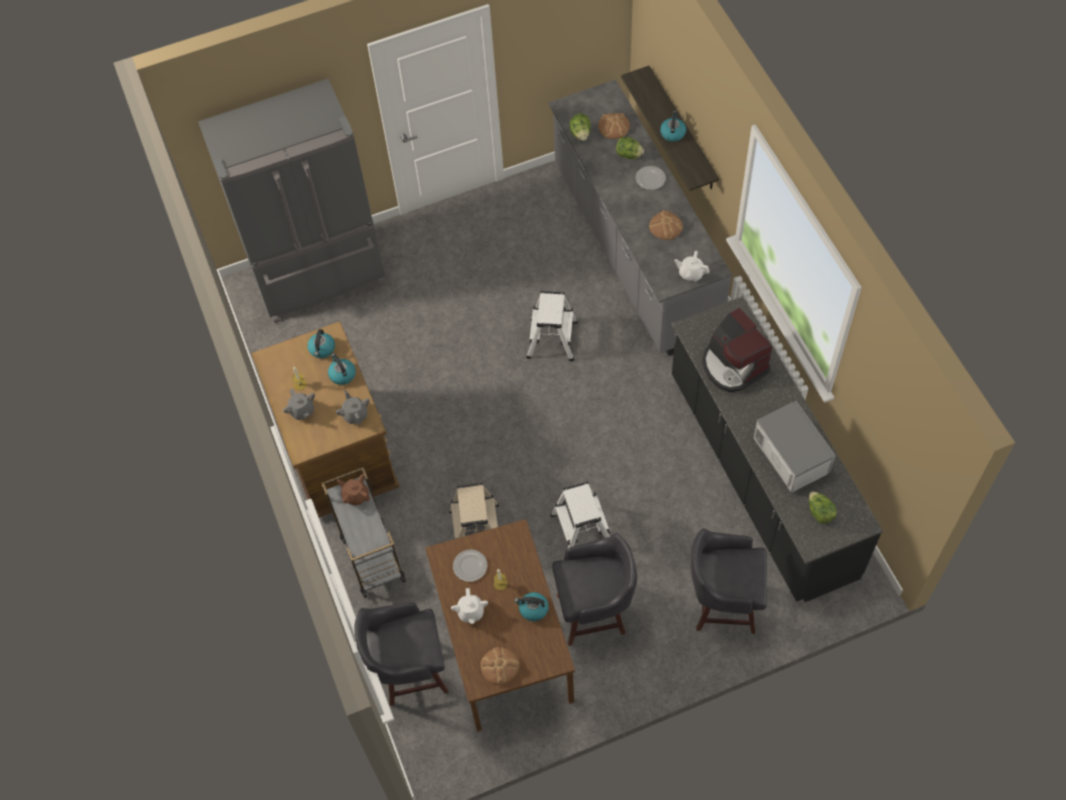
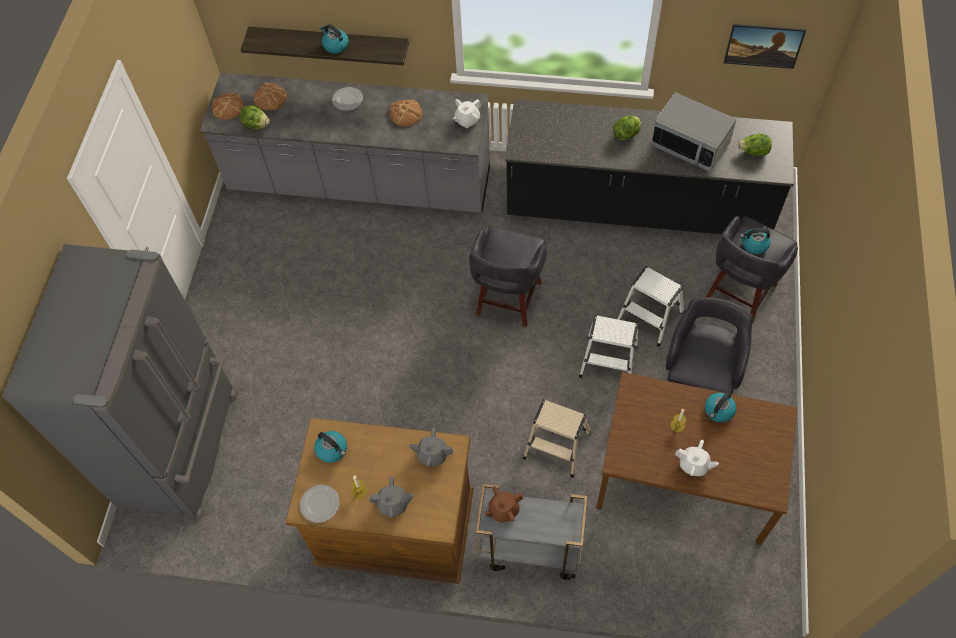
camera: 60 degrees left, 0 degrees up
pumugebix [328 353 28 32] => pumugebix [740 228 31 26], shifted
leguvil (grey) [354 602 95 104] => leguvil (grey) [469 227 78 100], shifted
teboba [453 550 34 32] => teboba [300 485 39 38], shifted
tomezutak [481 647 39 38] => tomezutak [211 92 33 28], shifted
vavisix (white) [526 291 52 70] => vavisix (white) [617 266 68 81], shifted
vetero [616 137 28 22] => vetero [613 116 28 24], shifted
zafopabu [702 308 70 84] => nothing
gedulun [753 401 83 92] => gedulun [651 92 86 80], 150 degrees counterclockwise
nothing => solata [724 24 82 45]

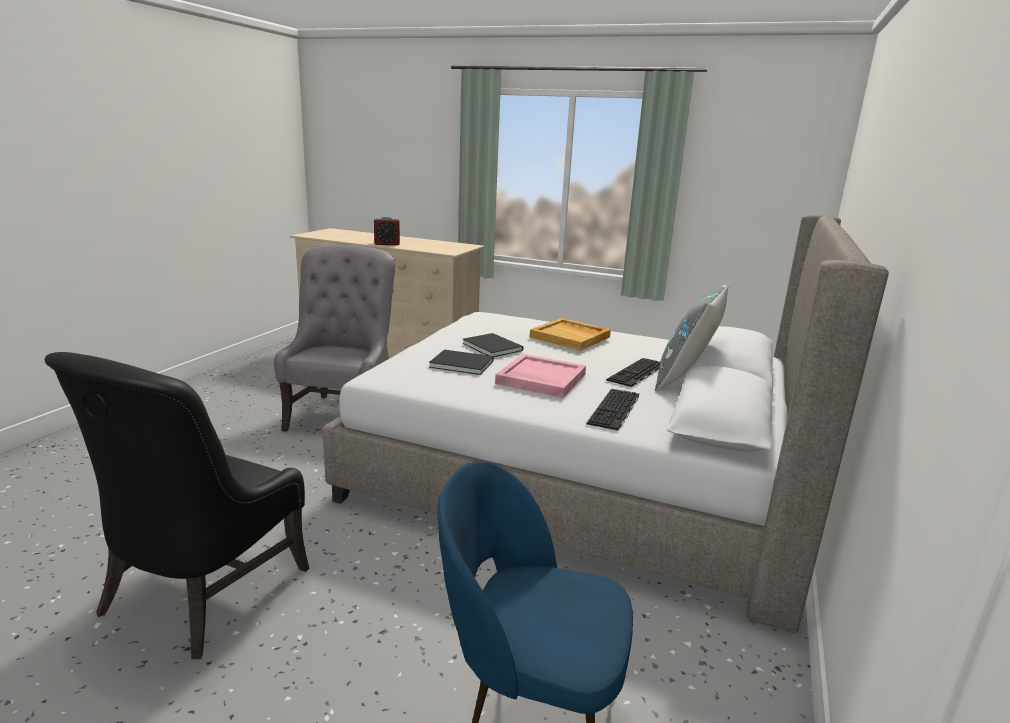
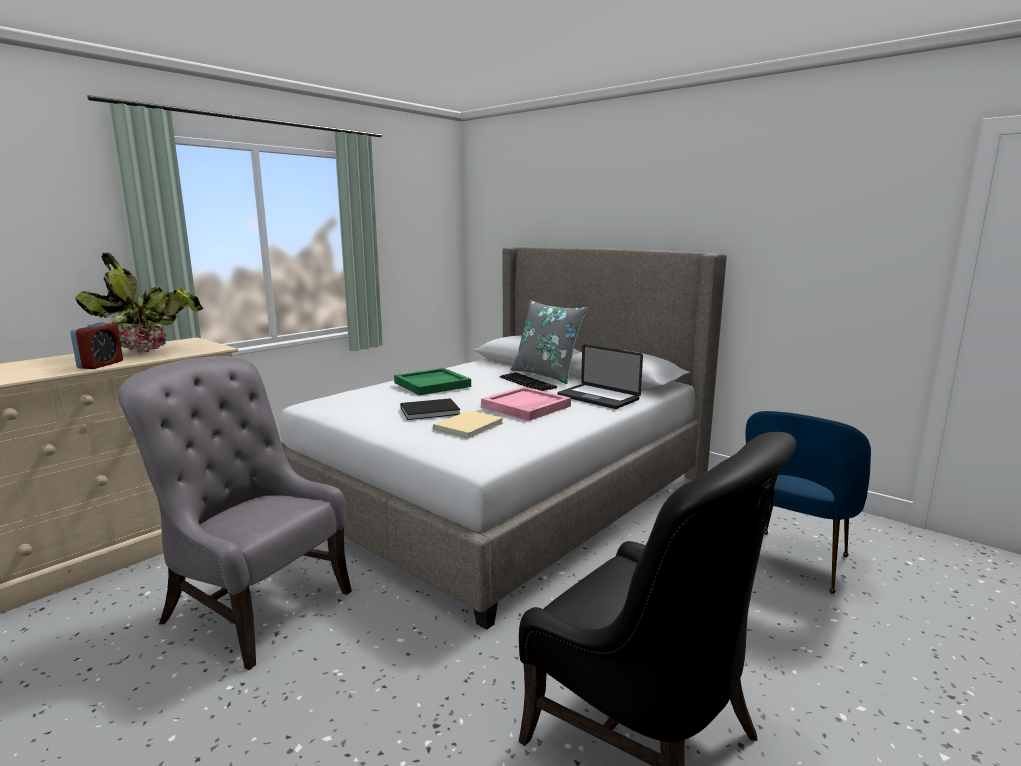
camera: 70 degrees left, 5 degrees down
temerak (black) [429 350 65 25] => temerak (beige) [433 410 70 29]
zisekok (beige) [530 318 81 33] => zisekok (green) [394 368 77 28]
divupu [586 389 53 42] => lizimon [558 344 85 65]
nothing => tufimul [75 252 128 101]

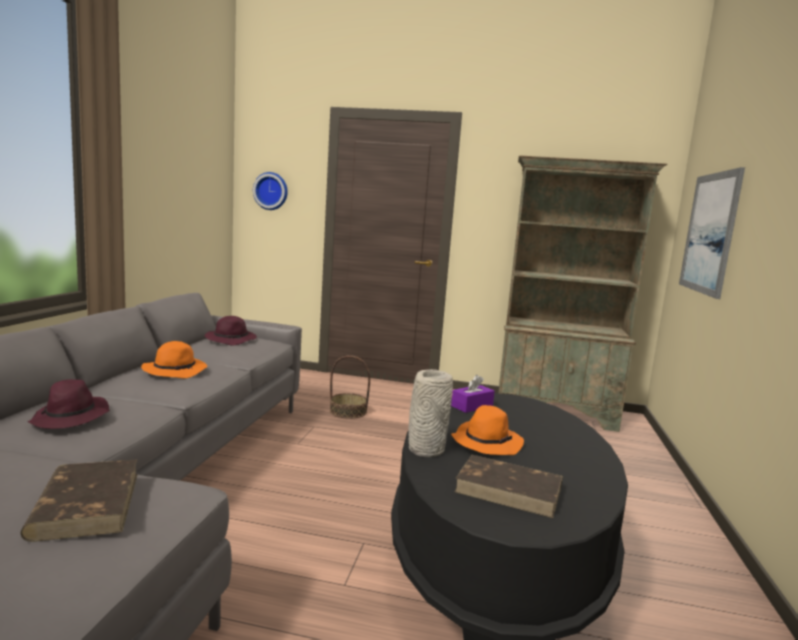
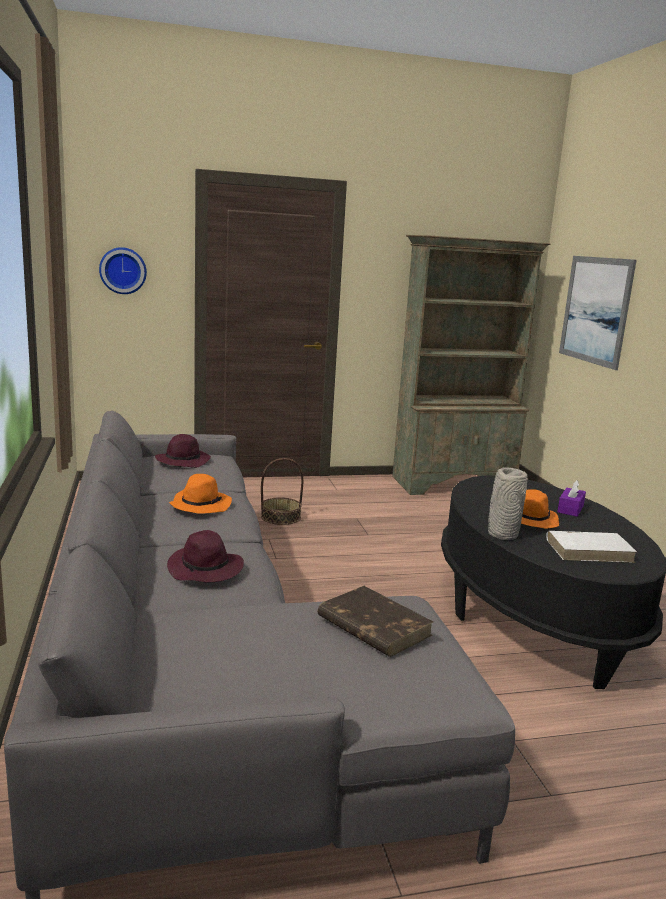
camera: 25 degrees left, 5 degrees up
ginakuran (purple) [451 375 44 38] => ginakuran (purple) [557 480 29 37], shifted
temerak (brown) [454 455 109 63] => temerak (white) [546 531 91 32]

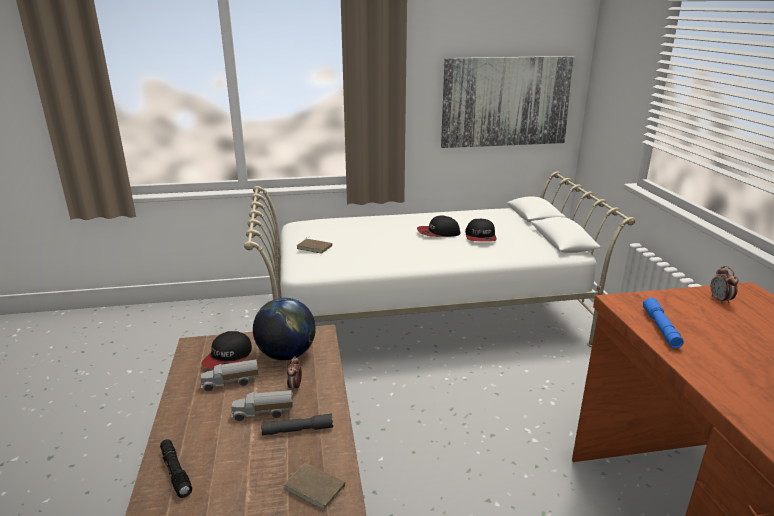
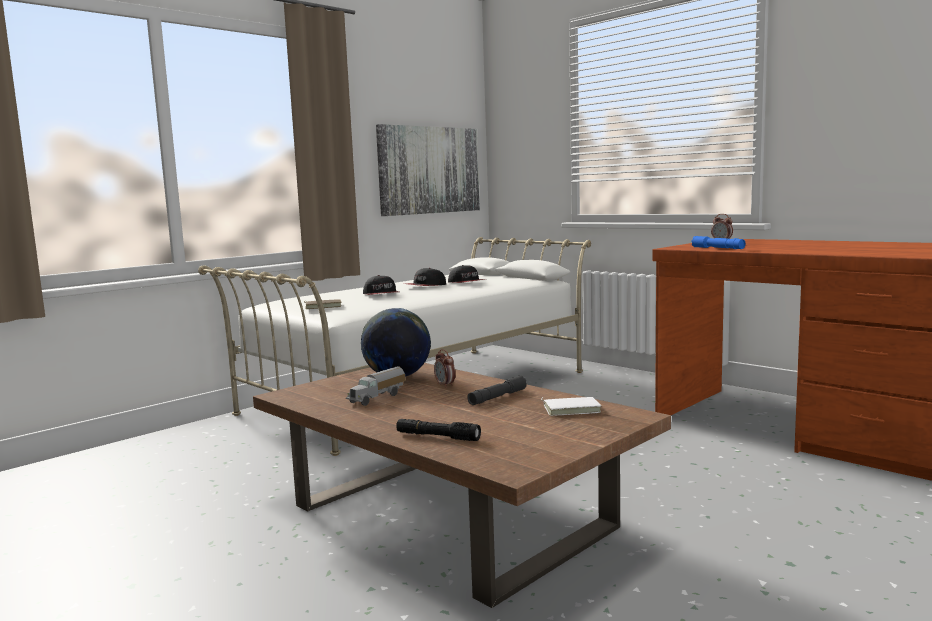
camera: 35 degrees left, 15 degrees down
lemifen [202 331 50 38] => lemifen [363 275 36 20], shifted
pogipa [231 390 62 31] => nothing
temerak (brown) [284 456 61 54] => temerak (white) [541 397 60 19]

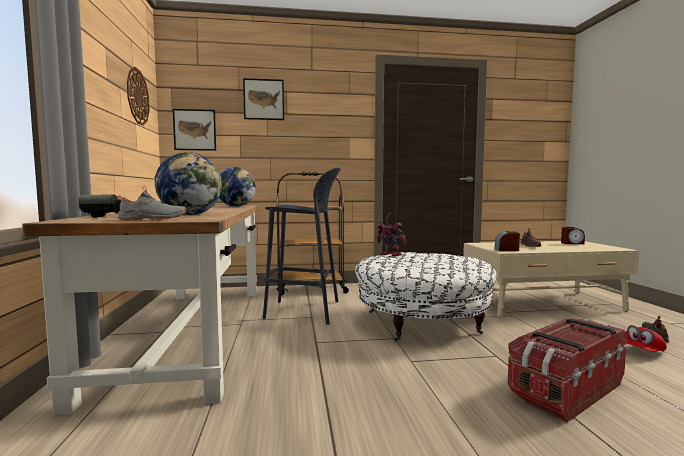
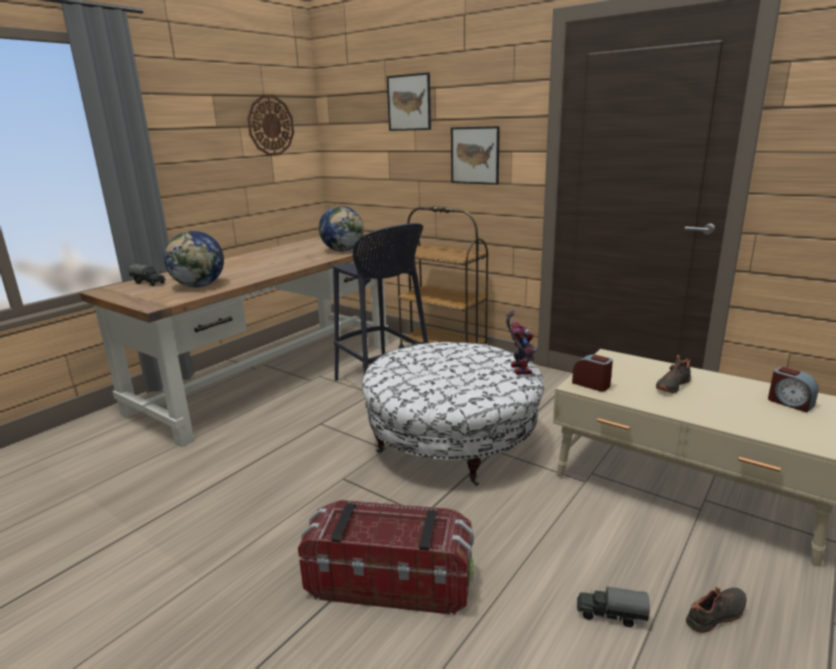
camera: 45 degrees right, 15 degrees up
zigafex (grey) [117 186 70 34] => nothing
solata [173 109 43 42] => solata [451 126 49 59], shifted
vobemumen [377 213 29 44] => vobemumen [506 310 32 65], shifted
lemifen (red) [626 325 41 27] => pogipa [577 586 73 41]

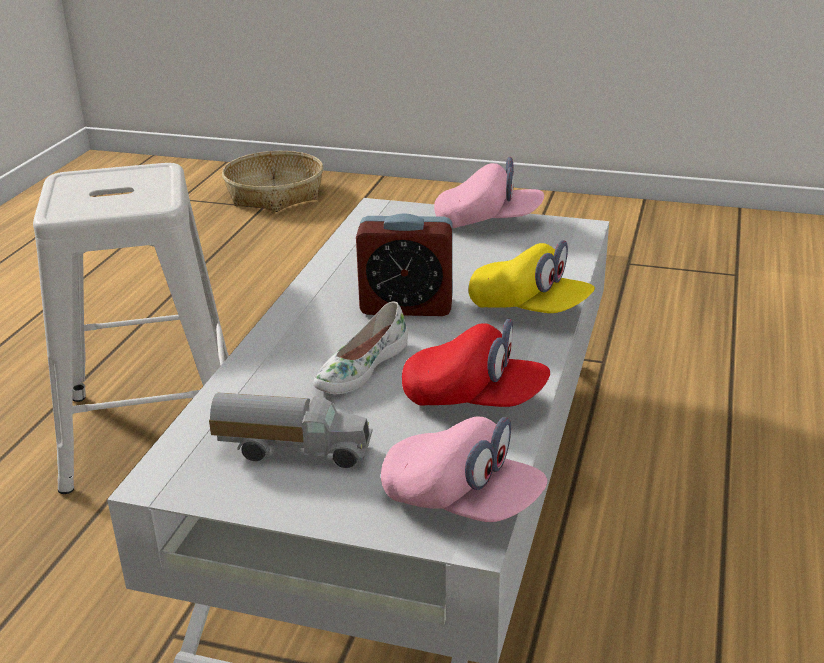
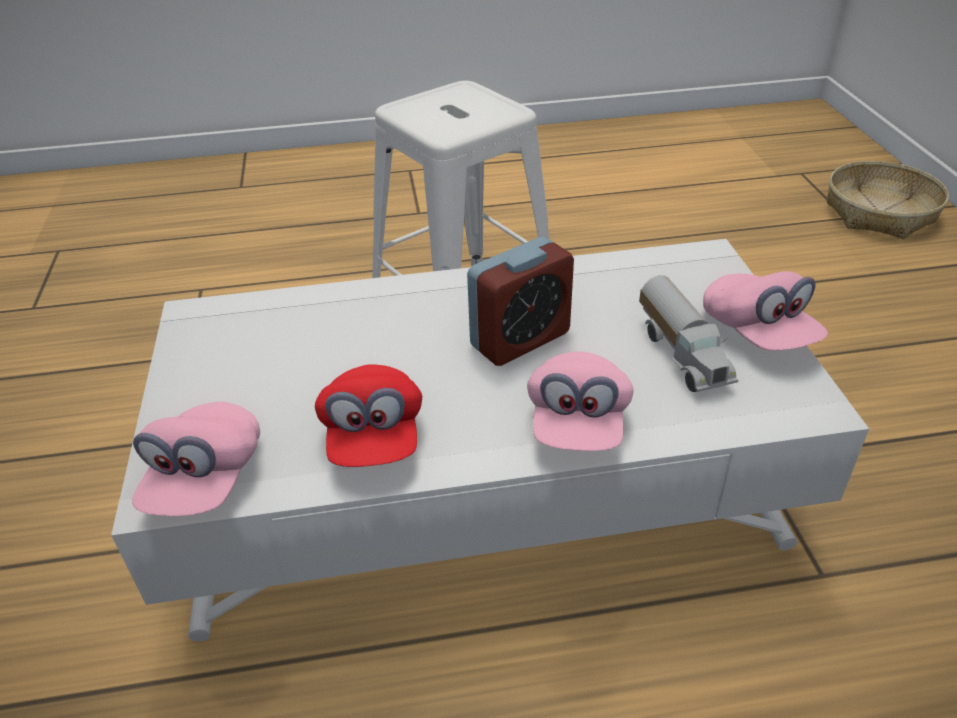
camera: 65 degrees right, 10 degrees up
pogipa [209 392 164 76] => pogipa [639 275 99 117], shifted
zigafex (white) [313 302 95 92] => nothing
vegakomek [356 213 97 103] => vegakomek [467 237 107 129], 105 degrees counterclockwise
lemifen (yellow) [469 240 126 73] => lemifen (pink) [527 351 107 100]

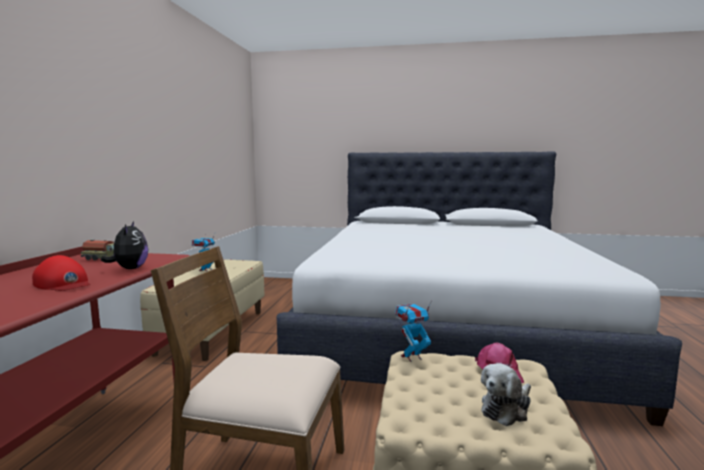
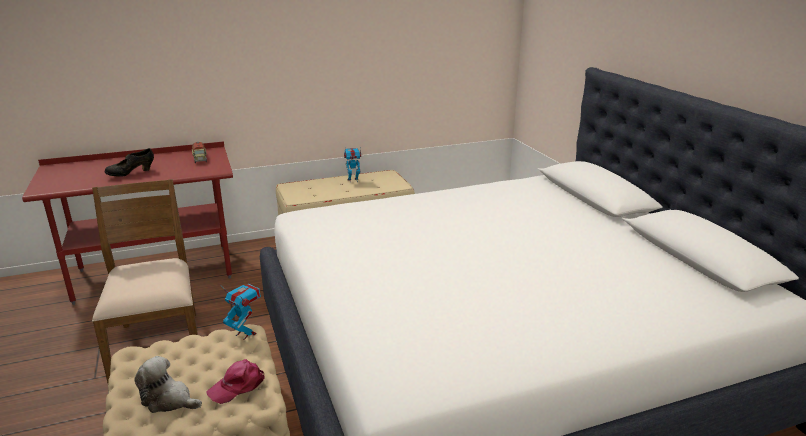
camera: 60 degrees right, 15 degrees up
lemifen (red) [32 255 58 36] => zigafex (black) [104 148 50 29]
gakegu [101 221 47 48] => nothing

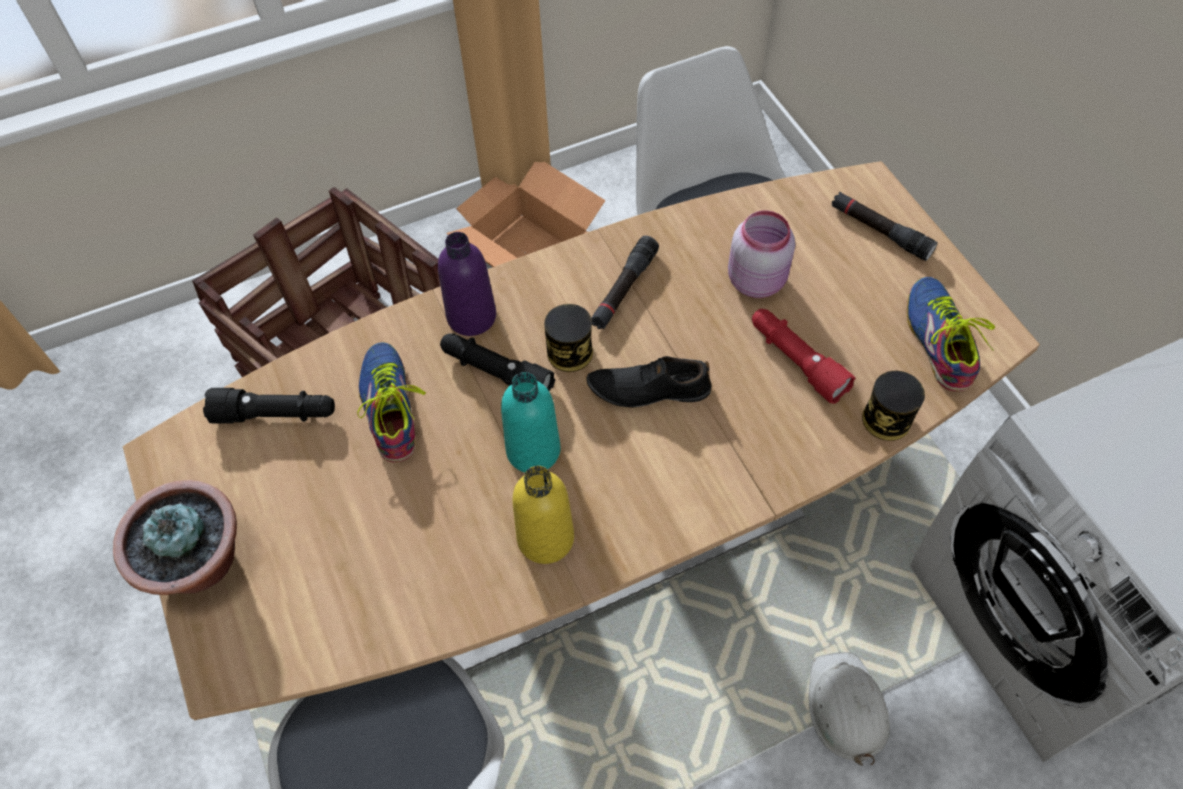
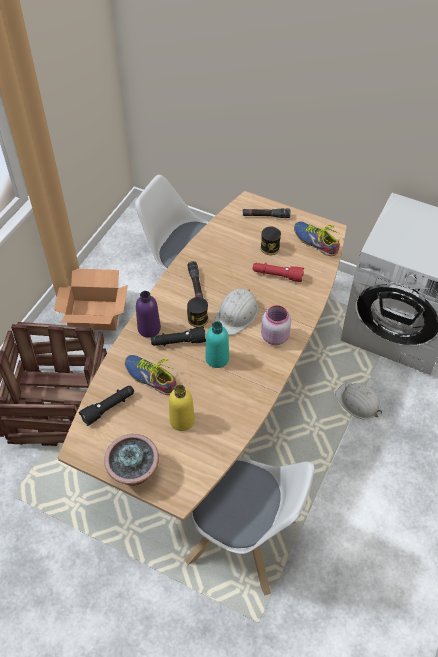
camera: 40 degrees left, 5 degrees down
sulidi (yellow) [512 466 62 98] => sulidi (yellow) [169 385 26 46], shifted
zigafex (black) [587 356 124 52] => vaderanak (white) [214 289 45 46]
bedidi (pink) [728 211 67 87] => bedidi (pink) [261 305 30 40], shifted
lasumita [862 371 63 70] => lasumita [261 227 20 28], shifted

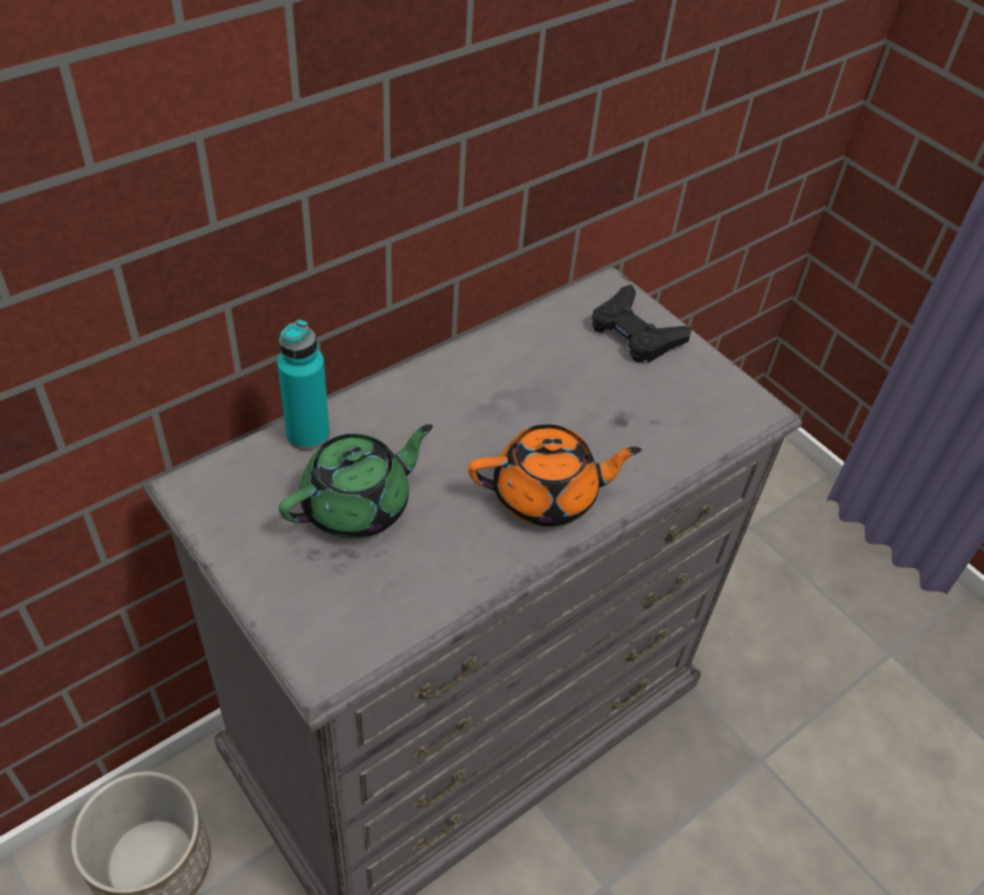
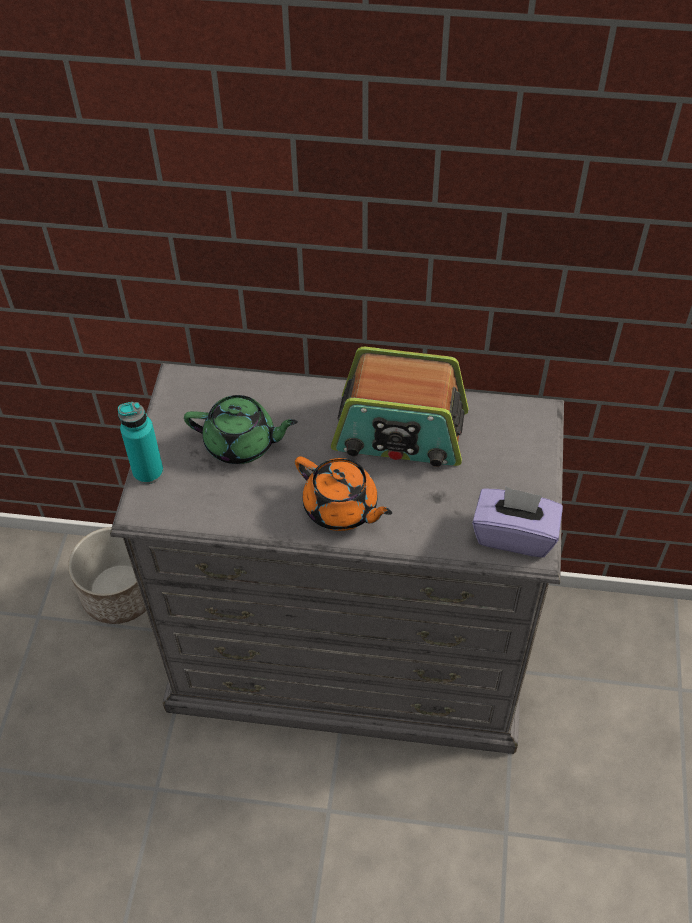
camera: 50 degrees right, 5 degrees up
sulidi (turquoise) [277 320 53 130] => sulidi (turquoise) [118 402 46 82], shifted
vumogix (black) [592 284 100 79] => nothing
nothing => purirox [331 347 138 120]
nothing => ginakuran (purple) [472 486 91 72]

